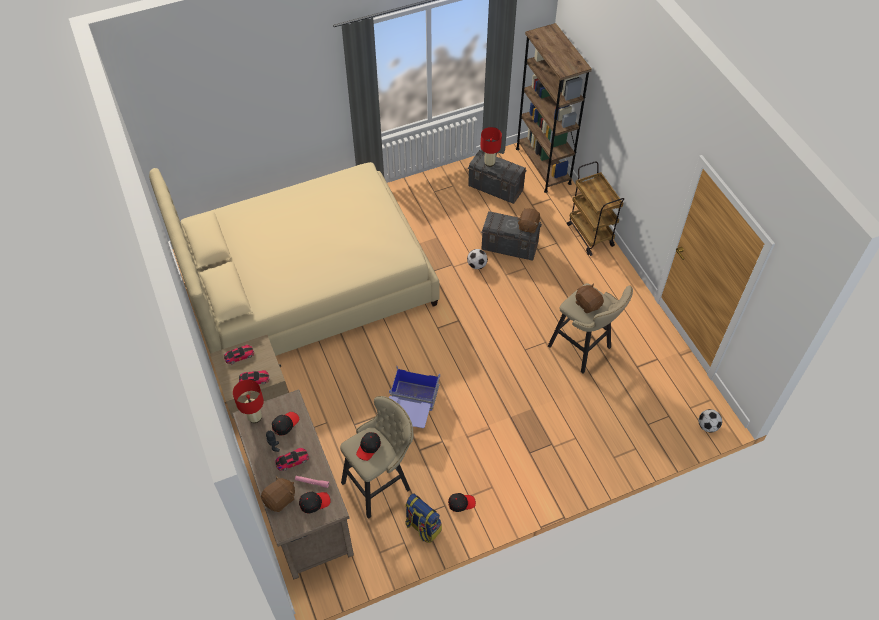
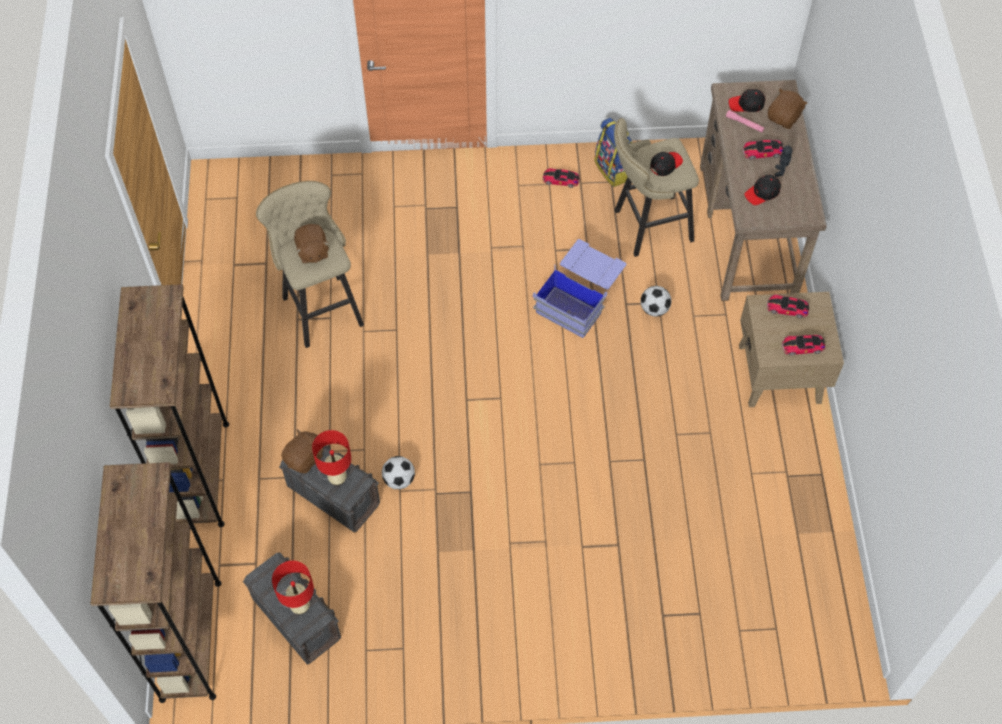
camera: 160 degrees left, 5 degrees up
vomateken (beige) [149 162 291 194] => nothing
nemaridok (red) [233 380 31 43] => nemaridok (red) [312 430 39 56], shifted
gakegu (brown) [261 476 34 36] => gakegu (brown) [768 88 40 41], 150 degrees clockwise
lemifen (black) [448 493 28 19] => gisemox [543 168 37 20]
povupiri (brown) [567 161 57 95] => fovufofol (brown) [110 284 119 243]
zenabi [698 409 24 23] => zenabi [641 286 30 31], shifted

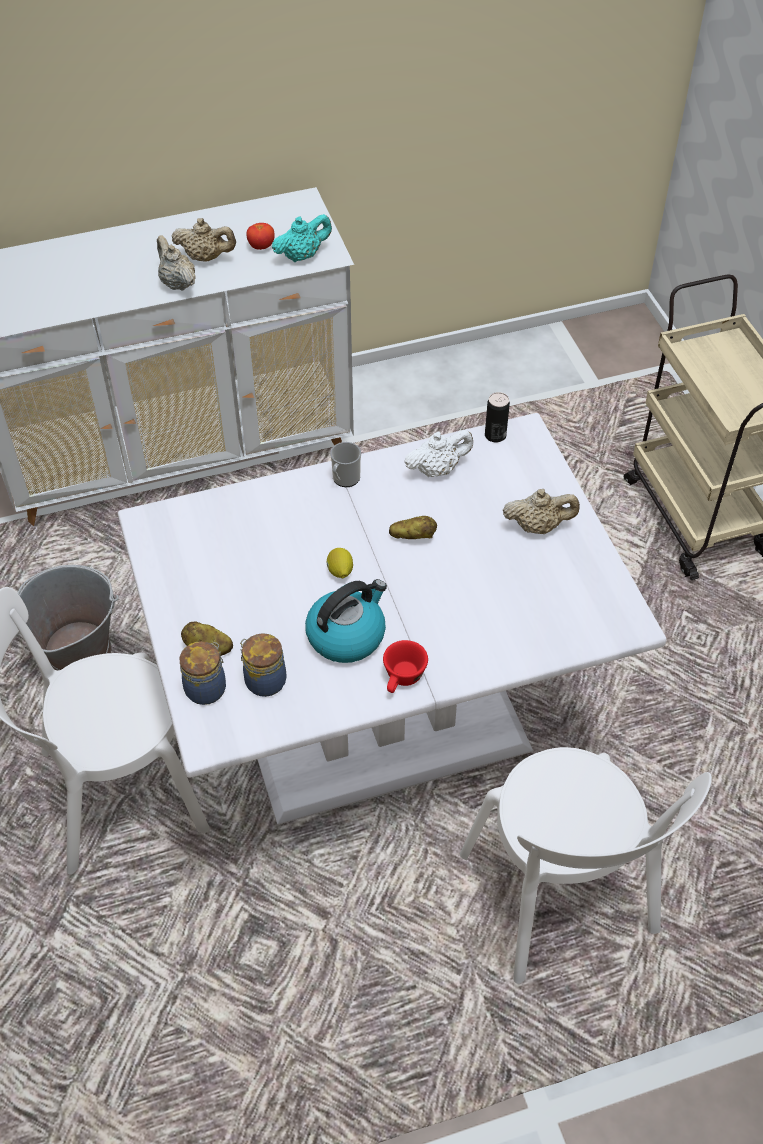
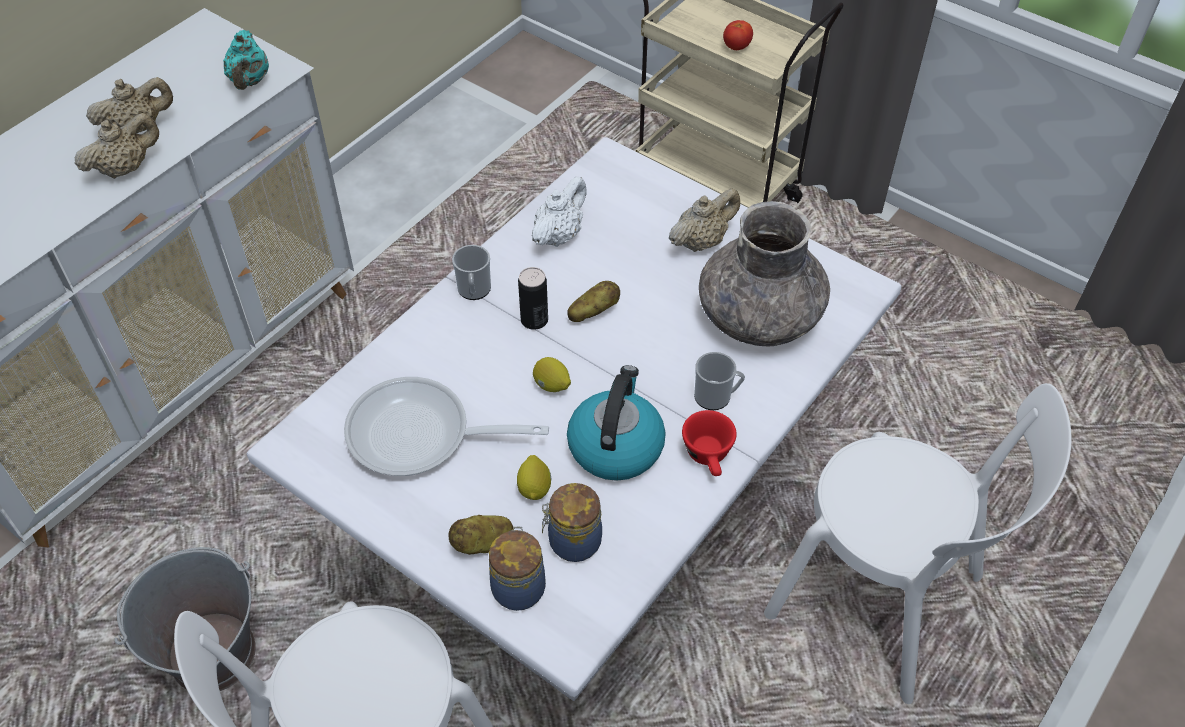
camera: 35 degrees left, 0 degrees up
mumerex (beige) [157 235 39 55] => mumerex (beige) [75 113 84 66], 120 degrees clockwise
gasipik [246 223 29 27] => gasipik [723 20 30 30], shifted
mumerex (turquoise) [272 214 60 48] => mumerex (turquoise) [223 30 46 60], 150 degrees clockwise
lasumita [485 392 25 50] => lasumita [518 267 30 63], shifted
nothing => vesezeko [344 377 205 99]
nothing => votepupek [517 455 34 45]
nothing => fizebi [694 352 51 58]
nothing => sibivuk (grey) [699 201 131 146]

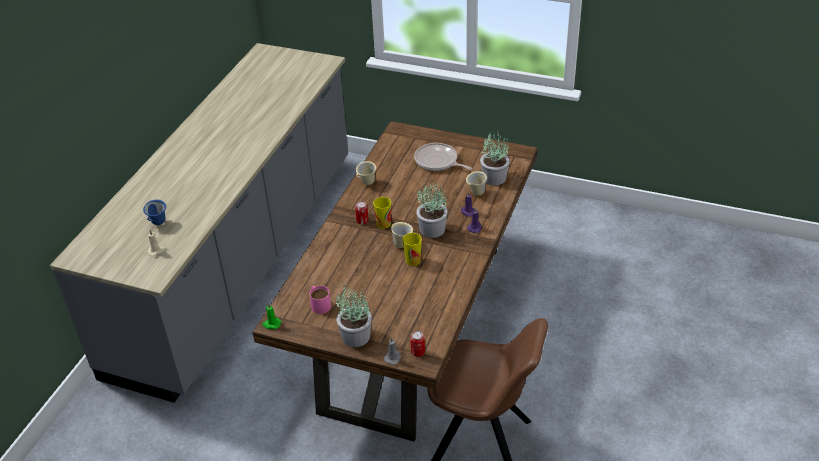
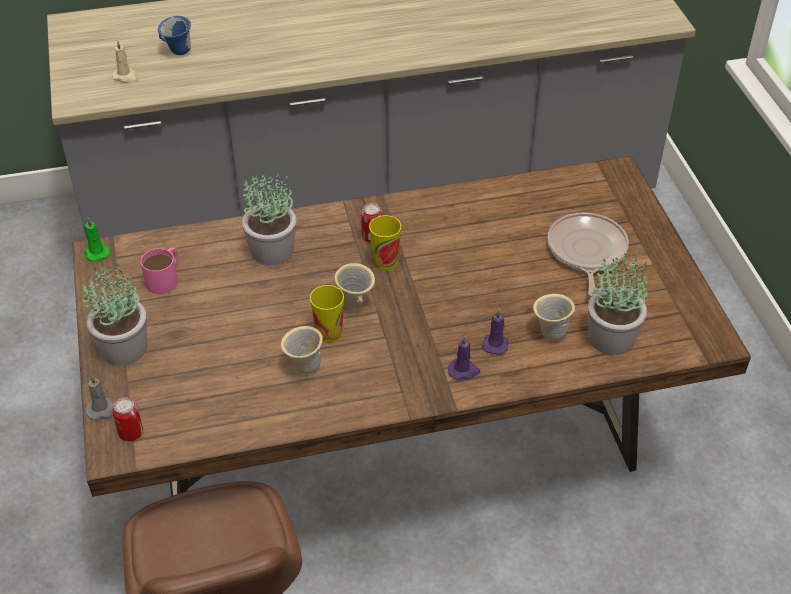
camera: 55 degrees right, 5 degrees up
fizebi (beige) [356 161 20 24] => fizebi (beige) [281 326 42 48], shifted
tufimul [416 183 32 55] => tufimul [242 172 54 93], shifted

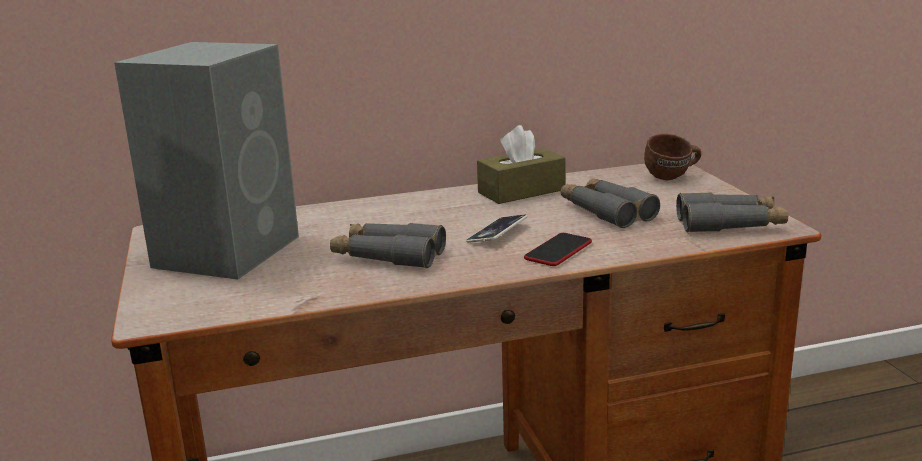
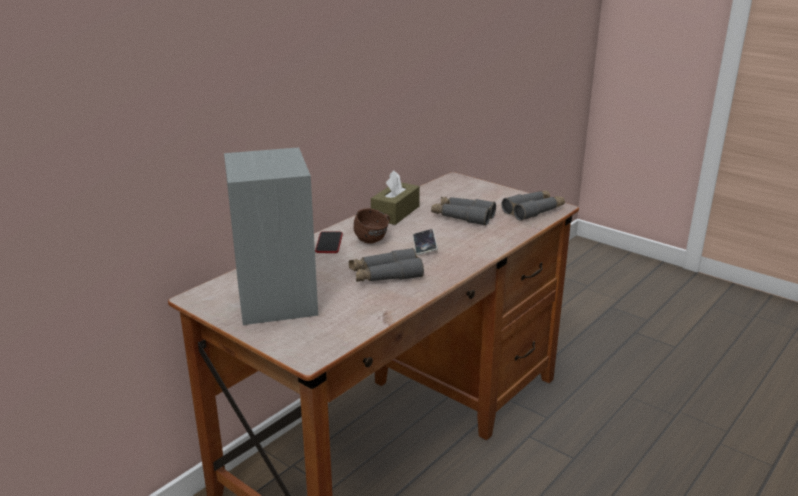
camera: 35 degrees left, 5 degrees up
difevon [524 233 68 33] => difevon [315 231 28 22], shifted
fizebi (brown) [644 134 57 46] => fizebi (brown) [354 208 36 36], shifted

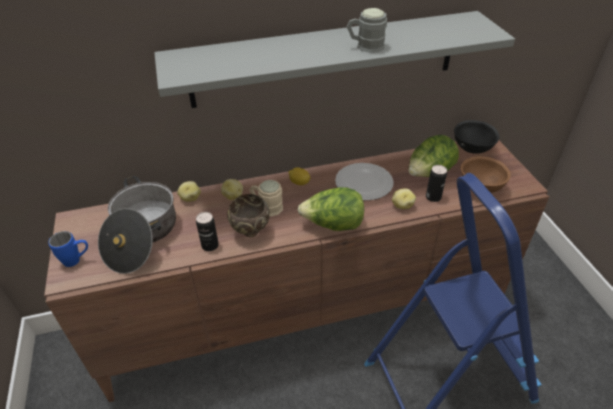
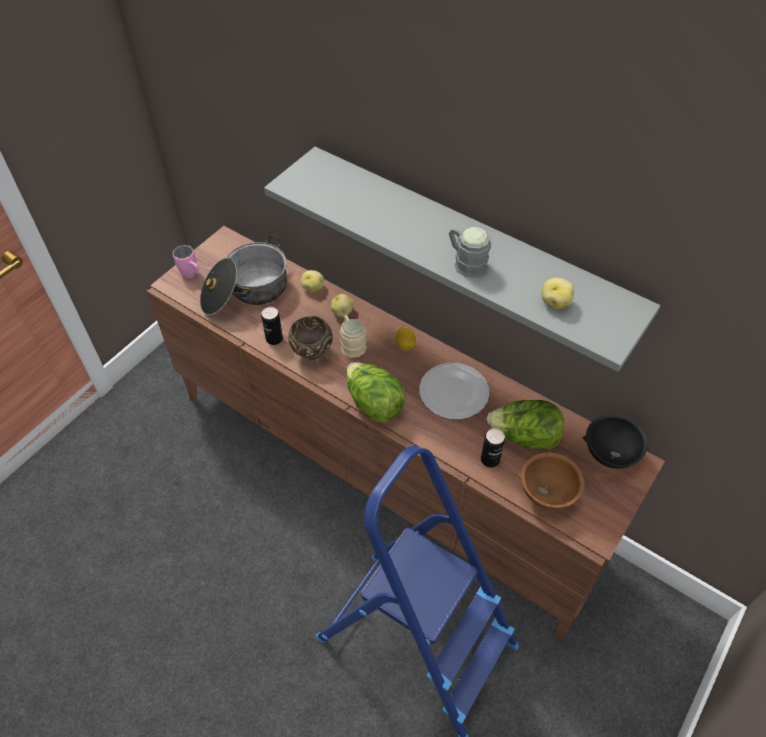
camera: 50 degrees right, 10 degrees up
fizebi (blue) [48 231 40 36] => fizebi (pink) [173 245 26 33]
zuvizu [392 188 24 21] => zuvizu [542 278 32 31], shifted

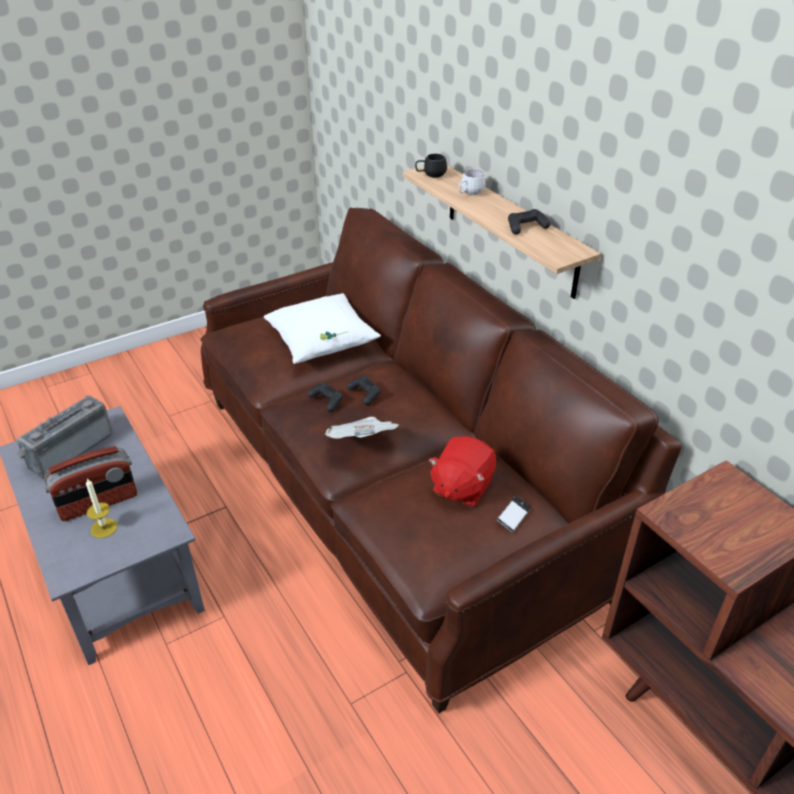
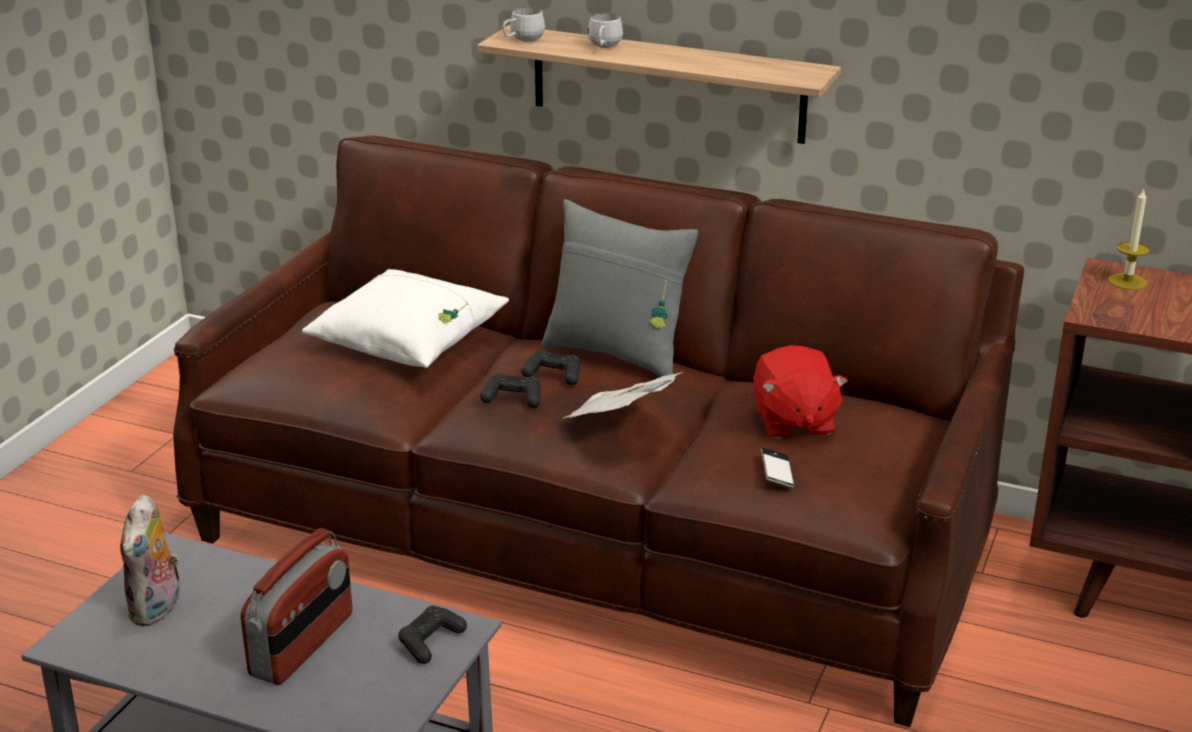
camera: 35 degrees left, 10 degrees down
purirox [17 395 96 84] => gakegu [120 494 60 132]
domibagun [86 479 31 59] => domibagun [1108 189 42 101], shifted
fizebi (black) [415 153 32 25] => fizebi (white) [503 7 42 35]
difevon [497 496 34 36] => difevon [761 448 33 40], shifted
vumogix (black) [508 209 43 26] => vumogix (black) [398 606 69 58], shifted
nothing => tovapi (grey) [541 199 157 178]

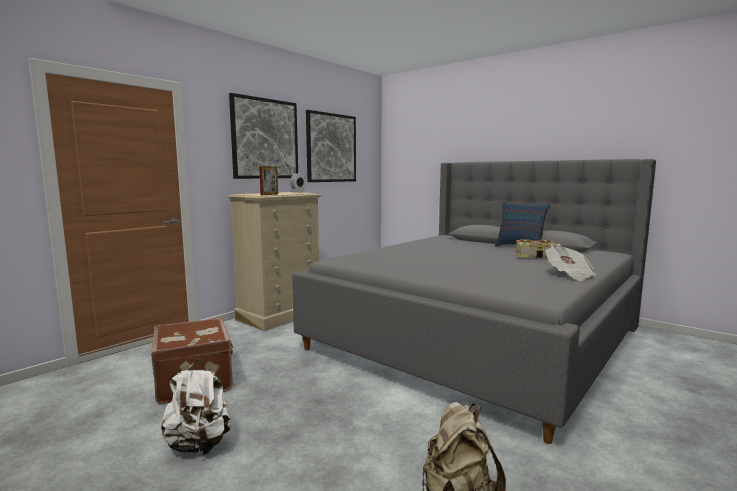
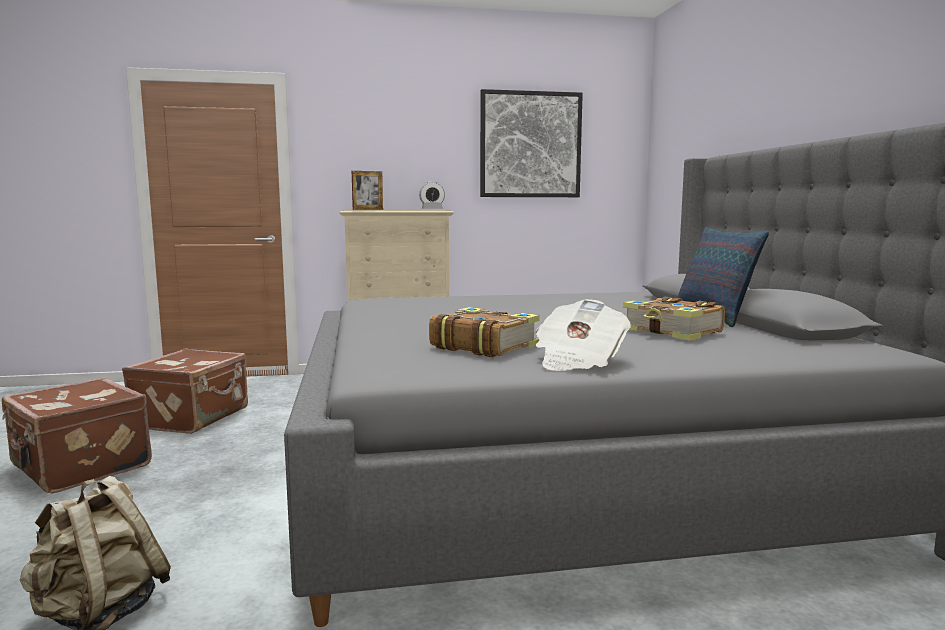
camera: 40 degrees right, 0 degrees up
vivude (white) [161 359 70 96] => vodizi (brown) [2 378 150 116]
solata [229 93 69 86] => nothing
nothing => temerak [429 307 111 50]

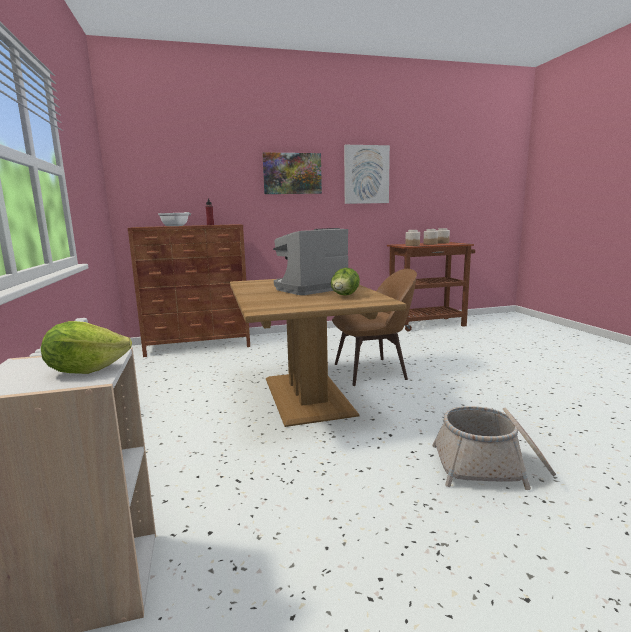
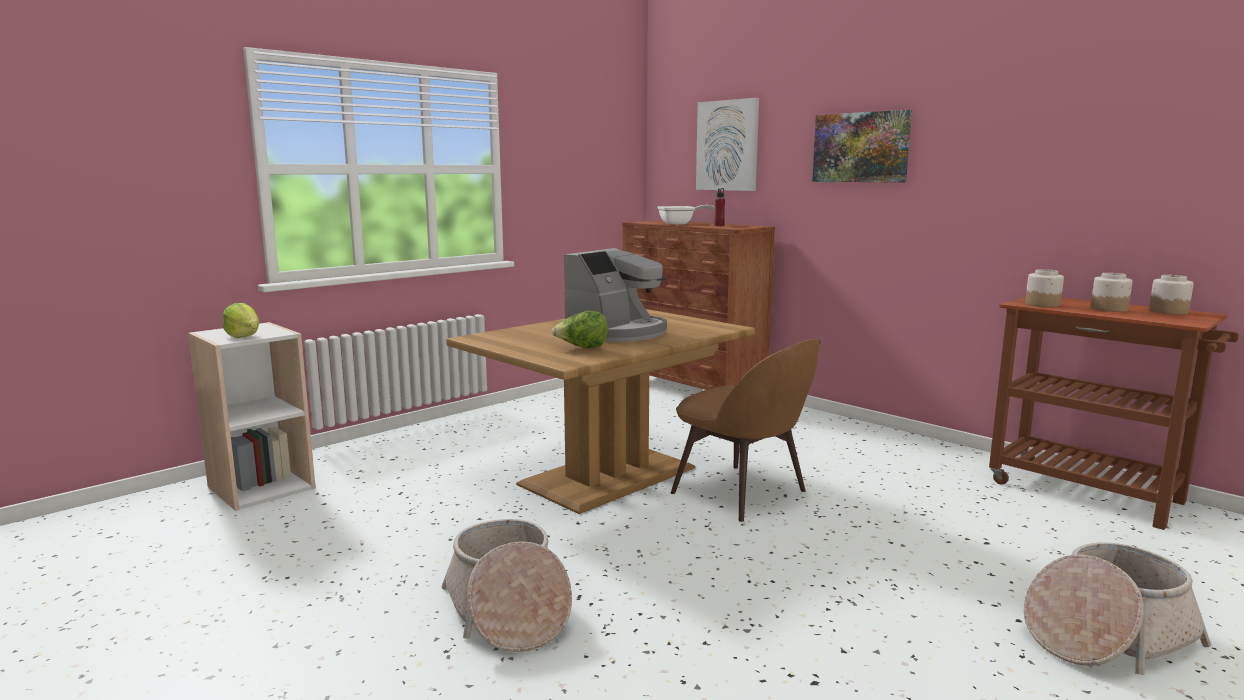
camera: 60 degrees right, 0 degrees up
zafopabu [273 228 75 67] => zafopabu [564 248 103 94], 105 degrees clockwise
solata [344 145 46 59] => solata [696 98 63 93], shifted
nothing => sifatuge [1024 543 188 132]

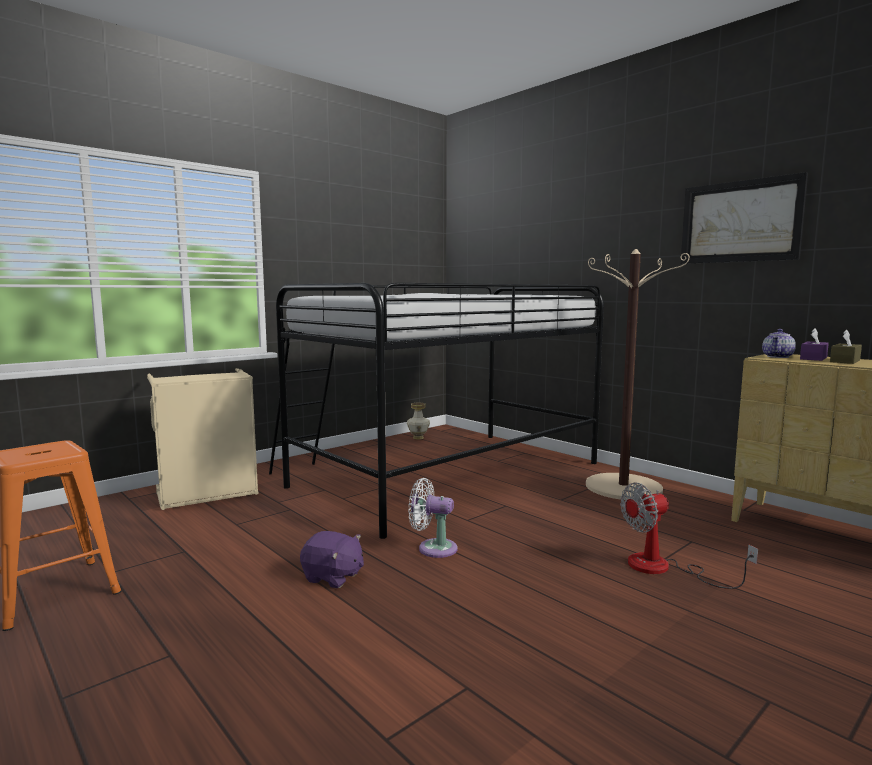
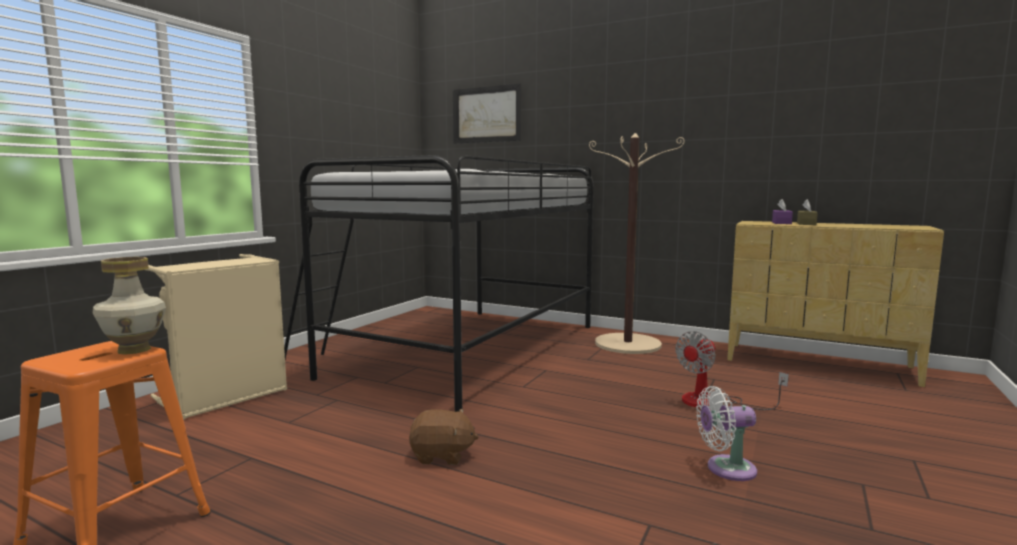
camera: 20 degrees left, 0 degrees up
gakegu (purple) [300 531 64 57] => gakegu (brown) [409 409 69 56]
sibivuk [407 403 23 36] => sibivuk [93 257 73 98], shifted
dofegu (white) [408 478 49 80] => dofegu (white) [696 386 61 95], shifted
solata [681 172 127 92] => solata [453 83 68 61], shifted
mumerex [762 329 34 29] => nothing

